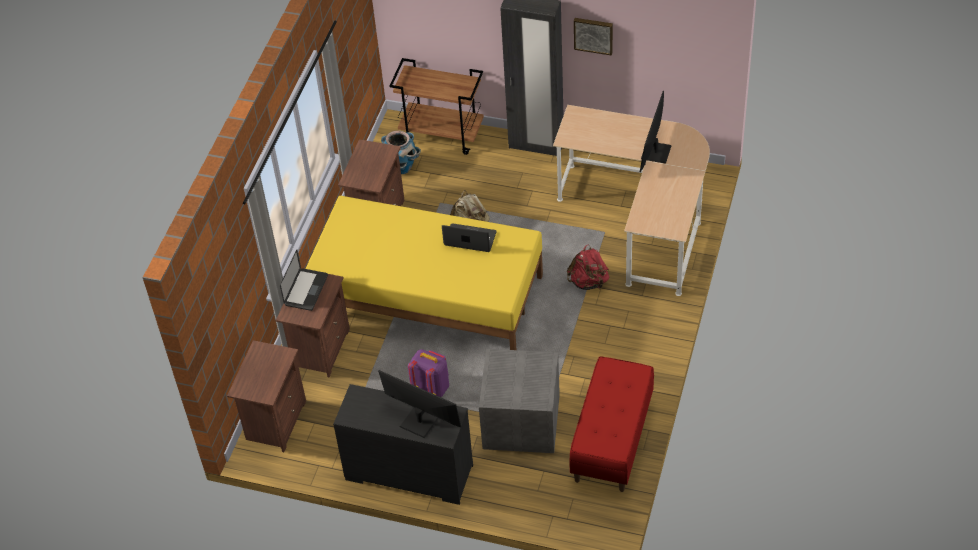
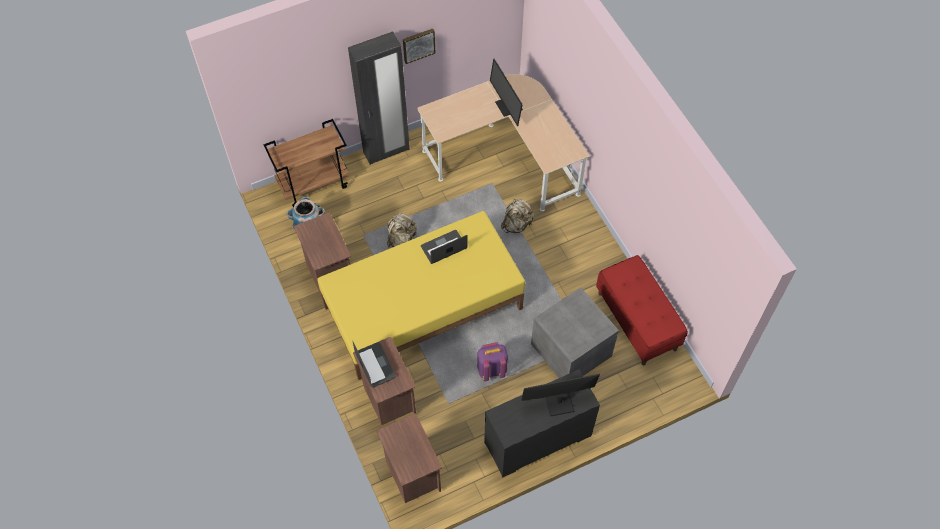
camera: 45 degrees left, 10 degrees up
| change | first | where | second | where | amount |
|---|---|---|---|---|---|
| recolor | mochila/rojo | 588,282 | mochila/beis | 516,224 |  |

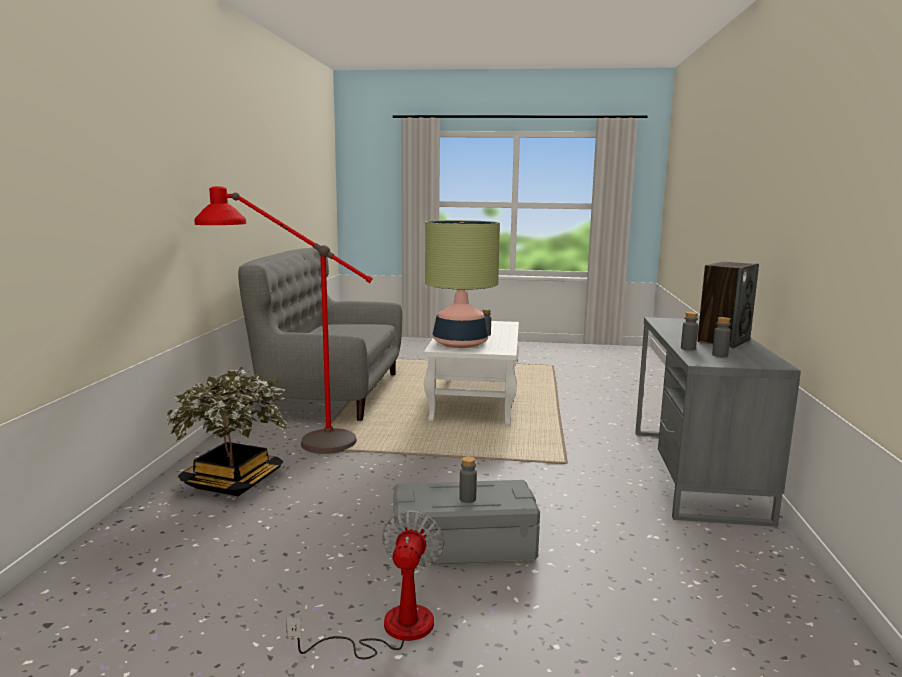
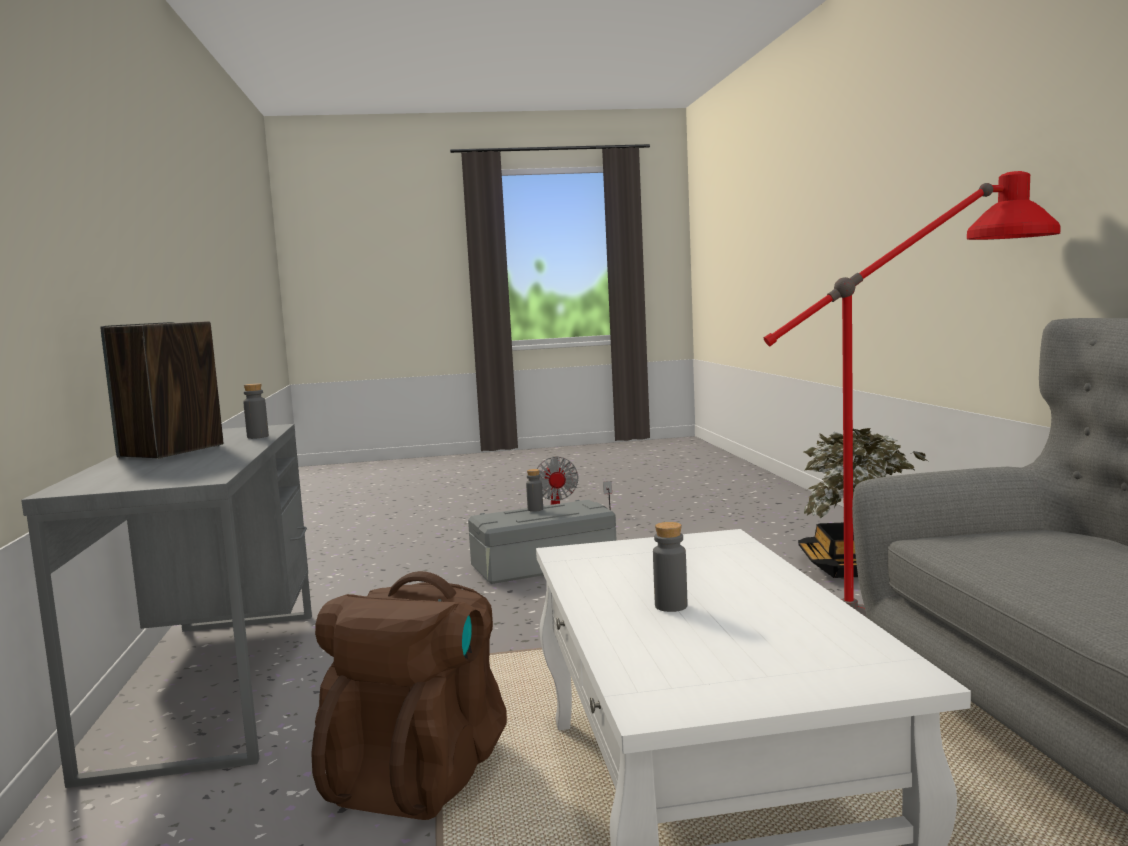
camera: 165 degrees right, 5 degrees down
| change | first | where | second | where | amount |
|---|---|---|---|---|---|
| delete | lámpara de mesa | 460,343 |  |  |  |
| delete | botella/gris | 720,355 |  |  |  |
| insert |  |  | mochila/marrón | 420,773 |  |

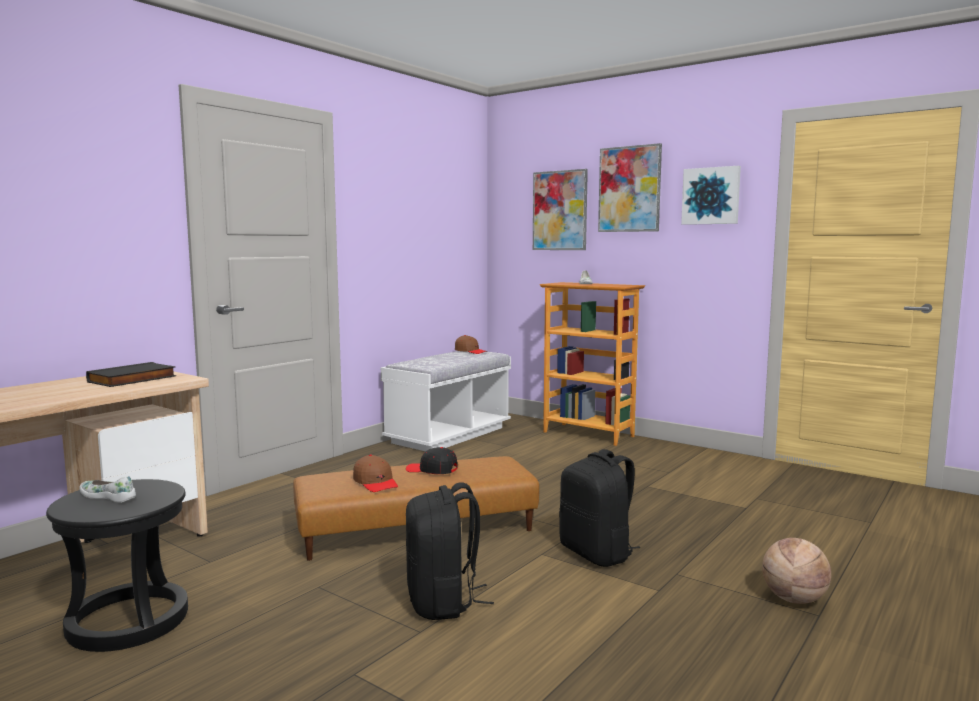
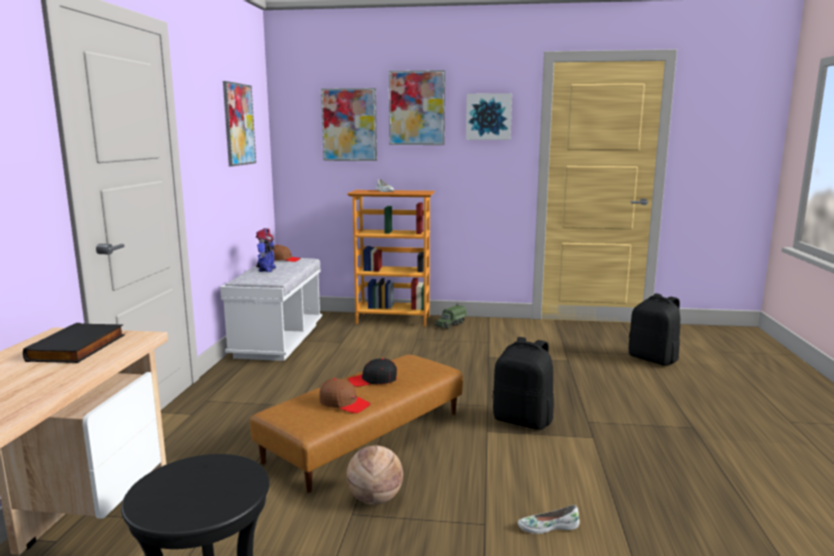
camera: 30 degrees left, 5 degrees up
| change | first | where | second | where | amount |
|---|---|---|---|---|---|
| move | zapato/blanco | 108,496 |  | 548,526 |  |
| move | mochila/negro | 443,602 |  | 653,359 |  |
| move | balón de baloncesto | 793,600 |  | 375,499 |  |
| insert |  |  | cuadro | 238,124 |  |
| insert |  |  | robot de juguete | 266,270 |  |
| insert |  |  | camión de juguete | 450,324 |  |

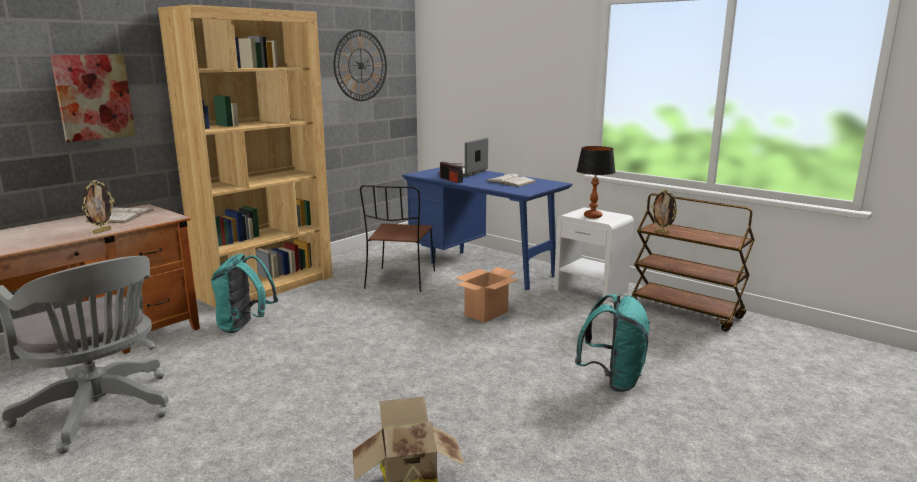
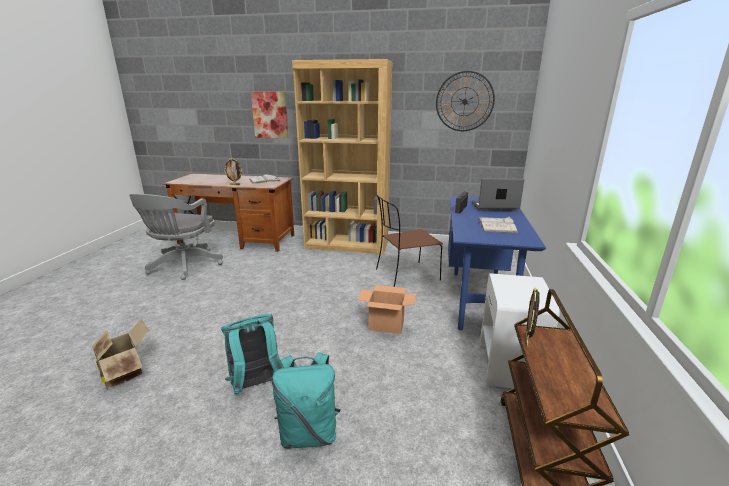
camera: 60 degrees right, 5 degrees up
| change | first | where | second | where | amount |
|---|---|---|---|---|---|
| move | mochila/turquesa | 244,326 |  | 256,386 |  |
| delete | lámpara de mesa | 593,216 |  |  |  |

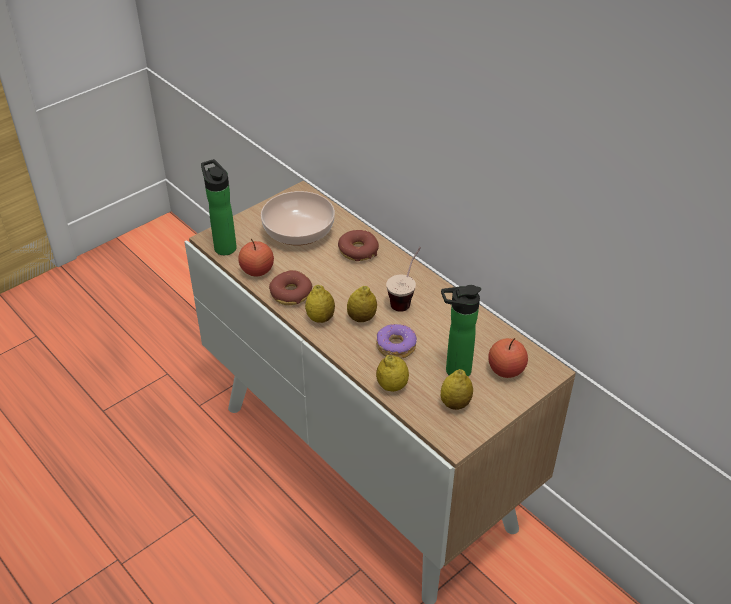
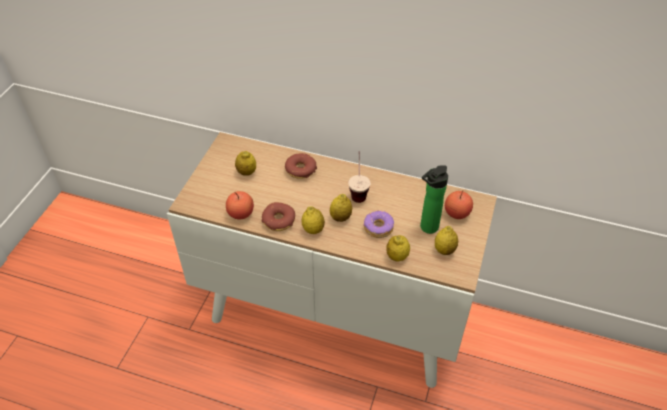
camera: 30 degrees left, 5 degrees up
| change | first | where | second | where | amount |
|---|---|---|---|---|---|
| delete | botella | 224,246 |  |  |  |
| replace | cuenco | 297,231 | limón | 246,172 |  |

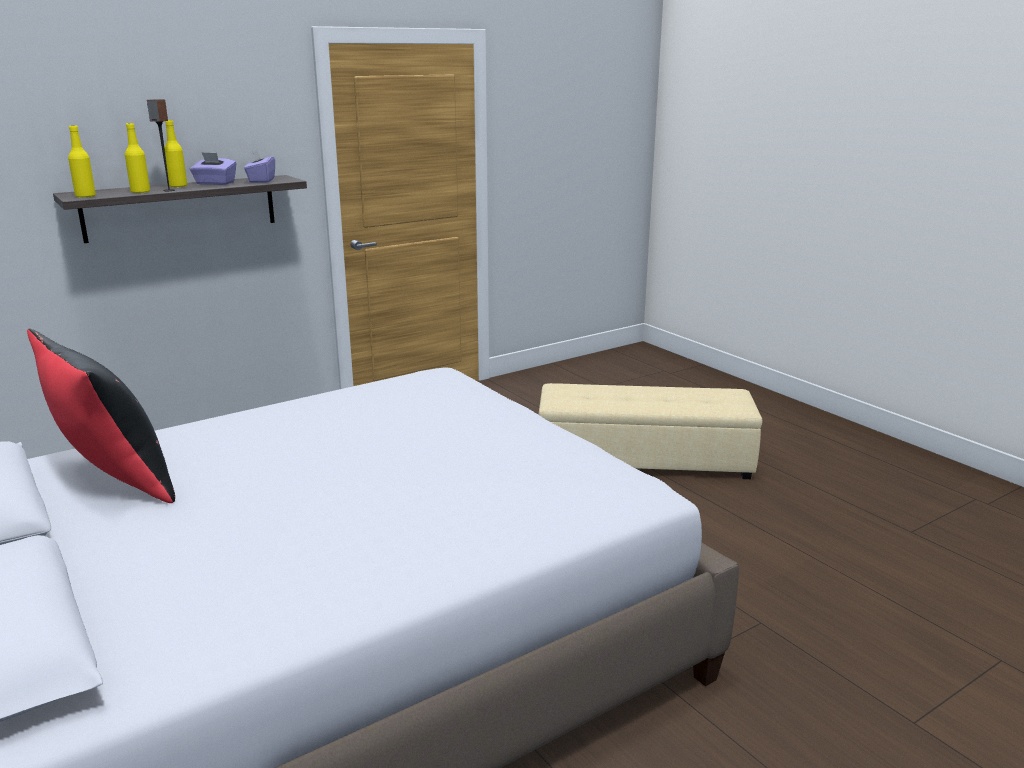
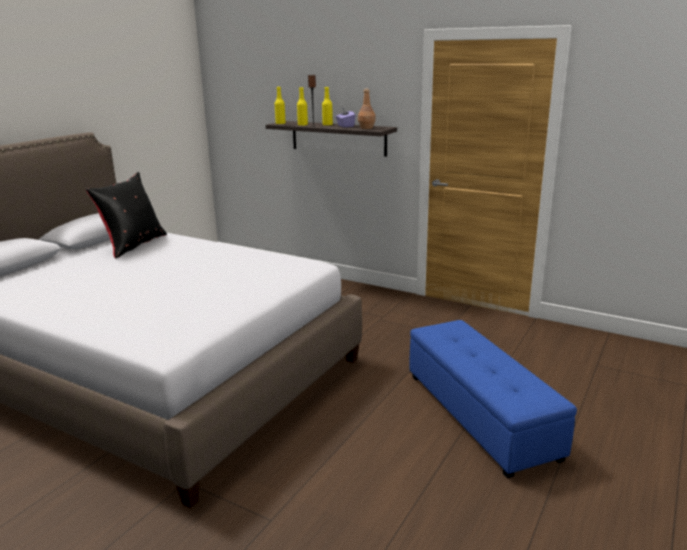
camera: 65 degrees right, 0 degrees up
| change | first | where | second | where | amount |
|---|---|---|---|---|---|
| replace | caja de pañuelos/morado | 261,181 | botella/marrón | 366,128 |  |
| recolor | puf/beis | 643,459 | puf/azul | 480,414 |  |

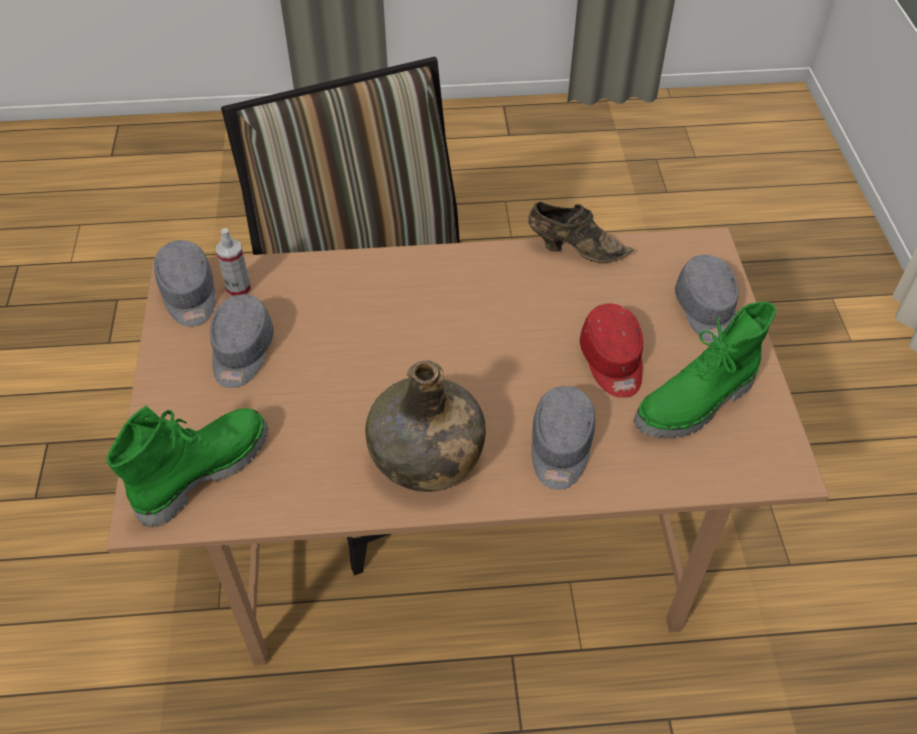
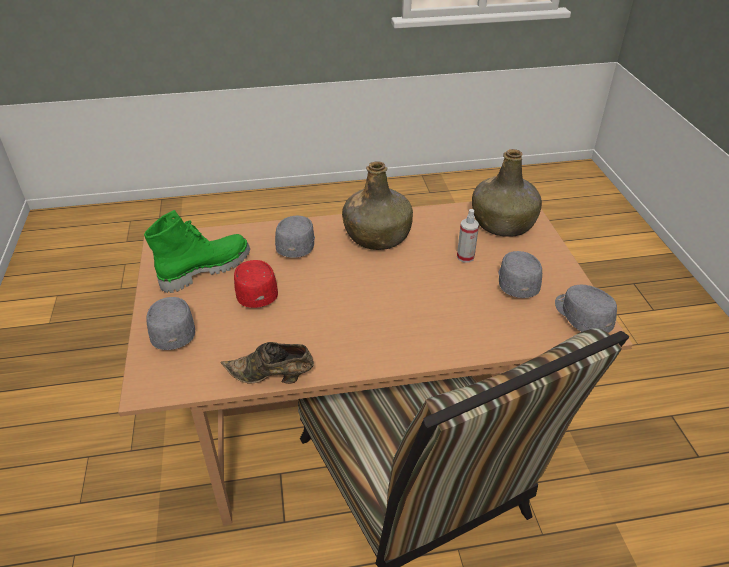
camera: 175 degrees right, 10 degrees down
| change | first | where | second | where | amount |
|---|---|---|---|---|---|
| replace | bota/verde | 202,471 | botella/verde | 503,223 |  |
| move | pulverizador | 239,289 |  | 465,257 |  |

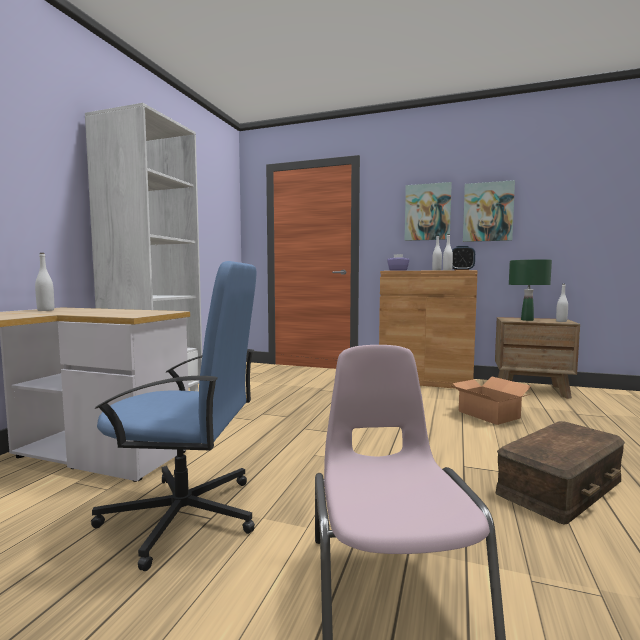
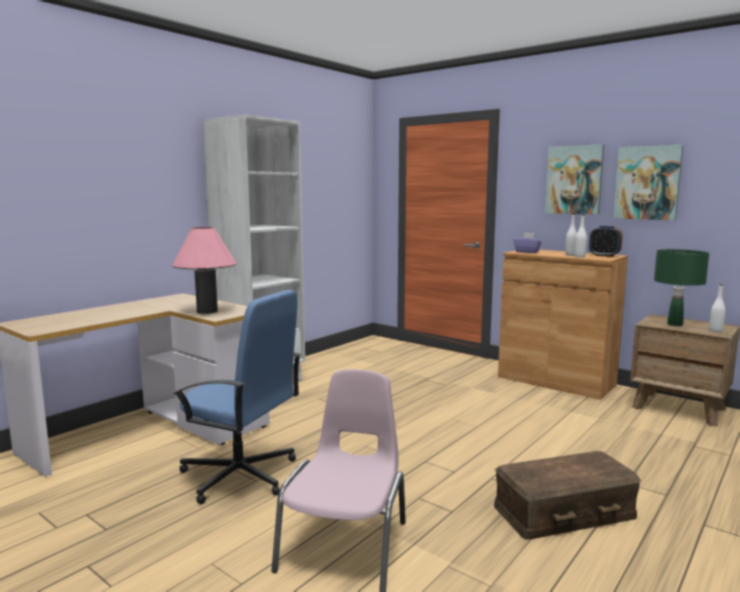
camera: 20 degrees right, 5 degrees up
| change | first | where | second | where | amount |
|---|---|---|---|---|---|
| delete | botella/blanco | 45,310 |  |  |  |
| delete | caja de cartón | 488,414 |  |  |  |
| insert |  |  | lámpara de mesa/rosa | 207,311 |  |

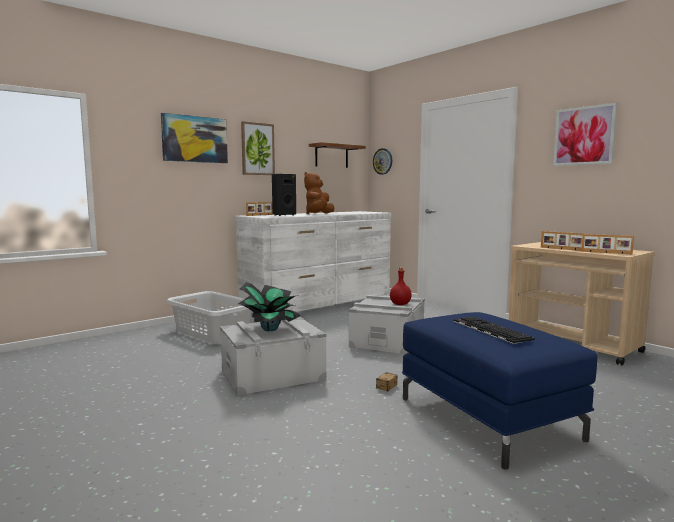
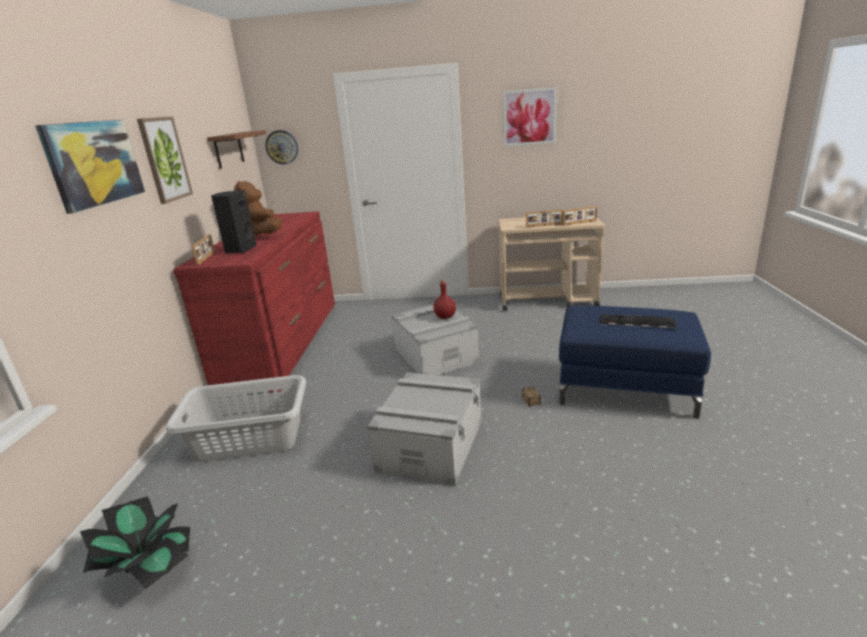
camera: 45 degrees left, 15 degrees up
| change | first | where | second | where | amount |
|---|---|---|---|---|---|
| recolor | cómoda/blanco | 319,304 | cómoda/rojo | 284,343 |  |
| move | planta en maceta | 270,329 |  | 149,568 |  |

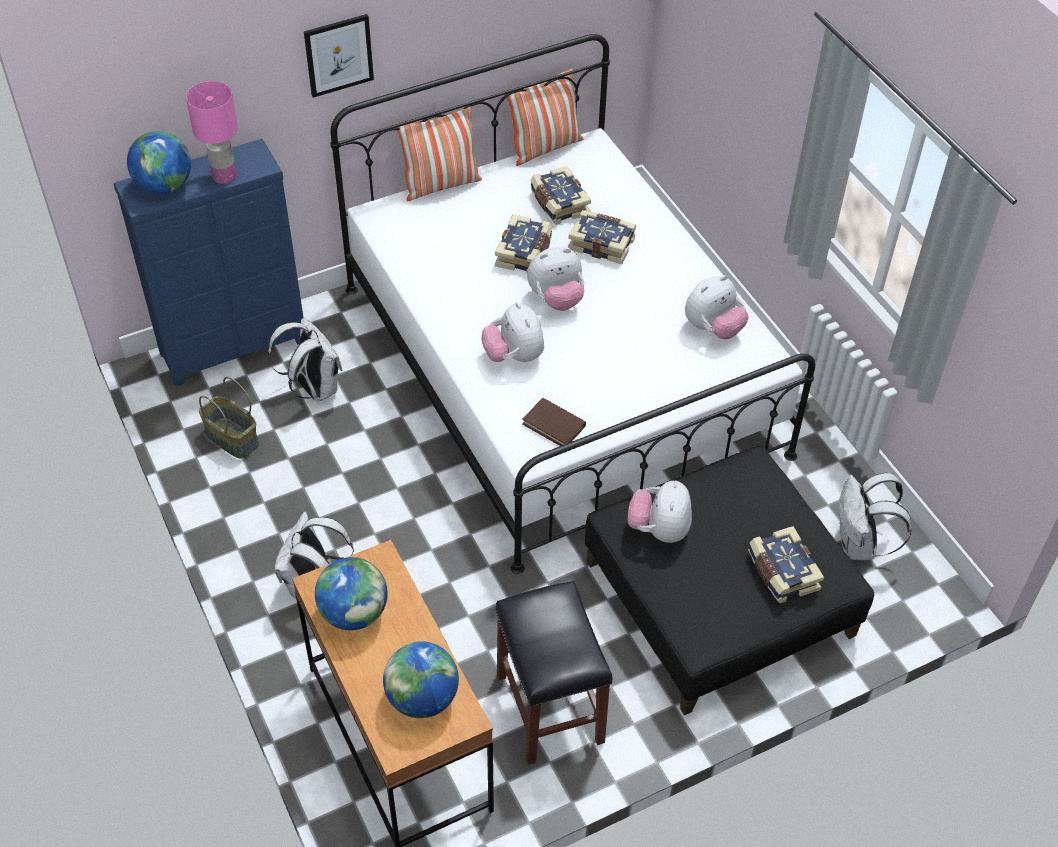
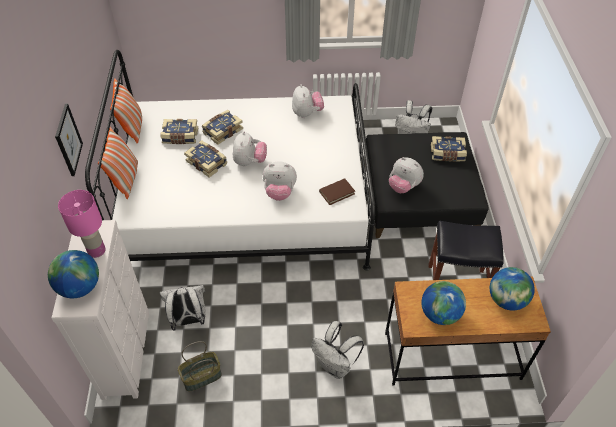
camera: 65 degrees left, 0 degrees up
| change | first | where | second | where | amount |
|---|---|---|---|---|---|
| recolor | cómoda/azul | 235,347 | cómoda/blanco | 127,353 |  |

